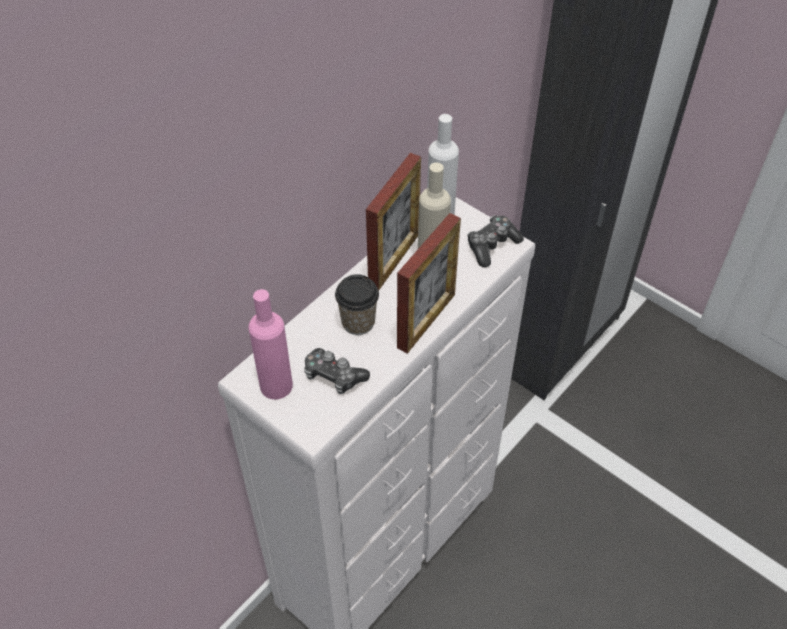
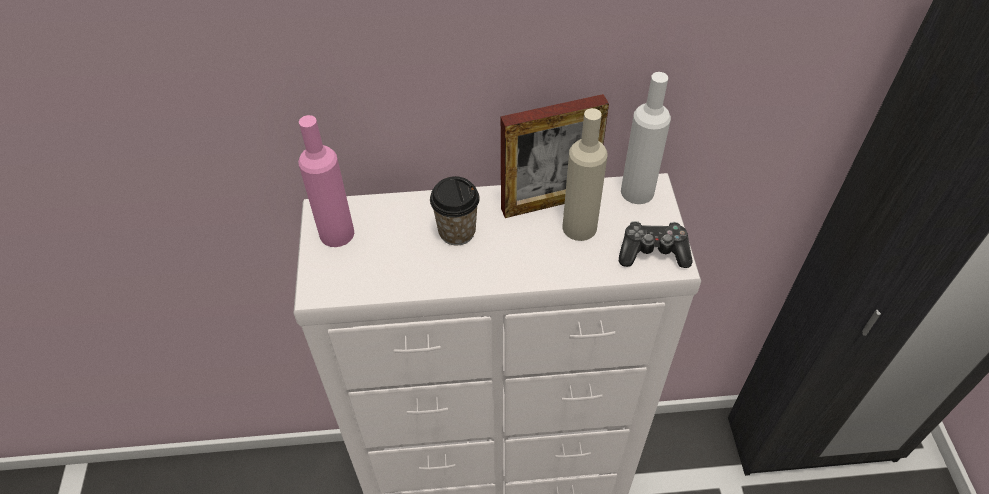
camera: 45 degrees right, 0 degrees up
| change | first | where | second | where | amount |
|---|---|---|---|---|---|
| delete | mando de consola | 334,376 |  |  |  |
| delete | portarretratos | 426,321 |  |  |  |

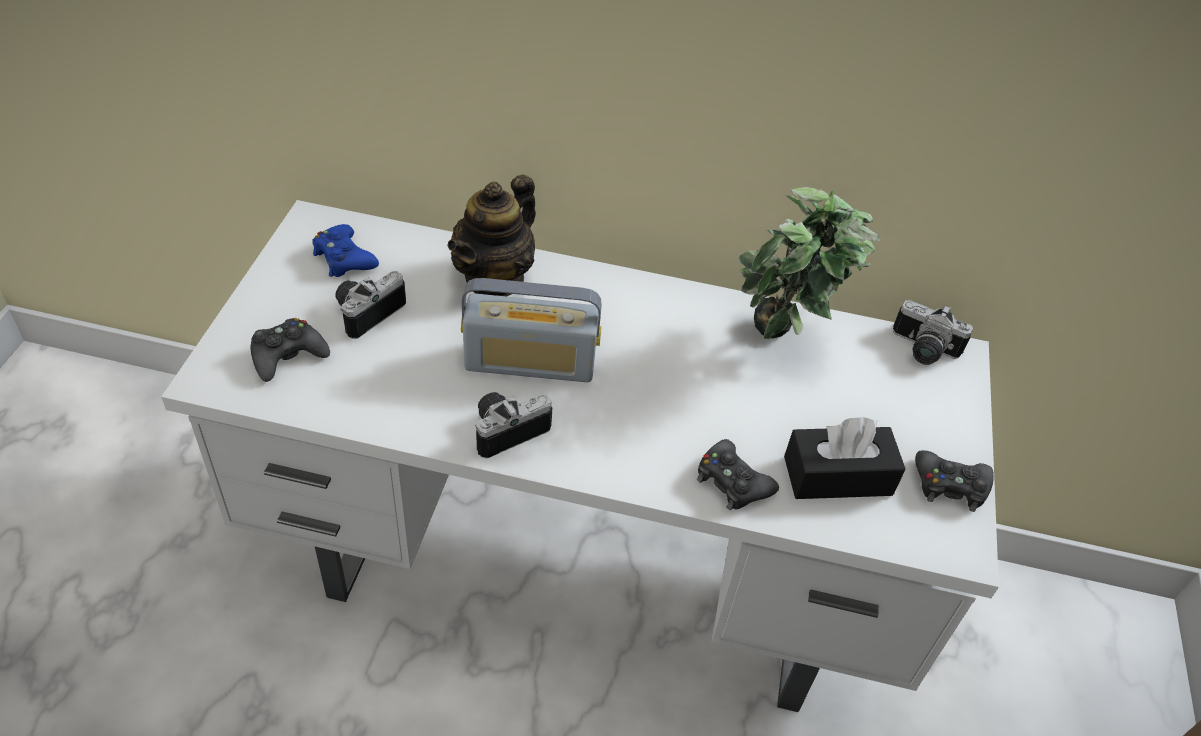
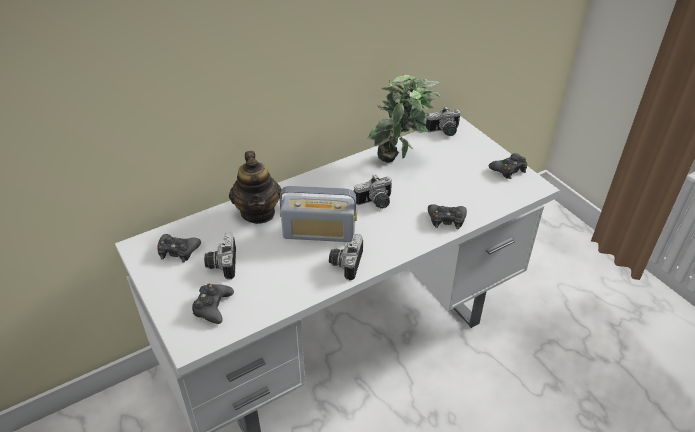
camera: 40 degrees left, 5 degrees down
| change | first | where | second | where | amount |
|---|---|---|---|---|---|
| recolor | mando de consola/azul | 344,258 | mando de consola/negro | 178,251 |  |
| rotate | radio | 530,363 |  | 319,233 | 45 degrees clockwise |
| delete | caja de pañuelos/negro | 837,476 |  |  |  |
| insert |  |  | cámara | 375,203 |  |

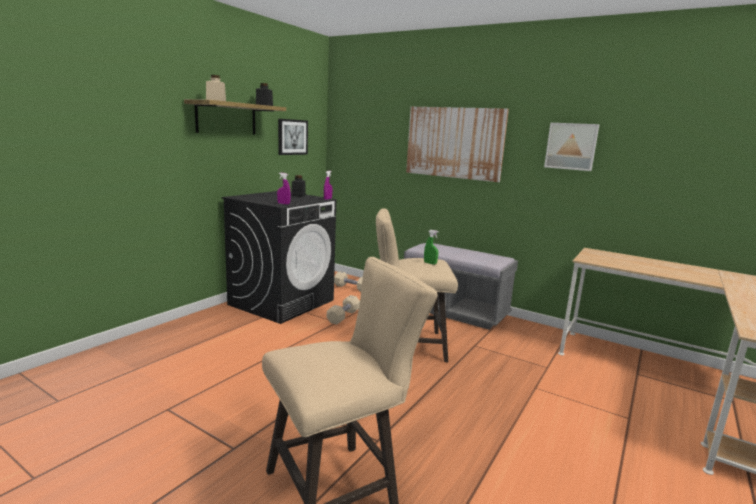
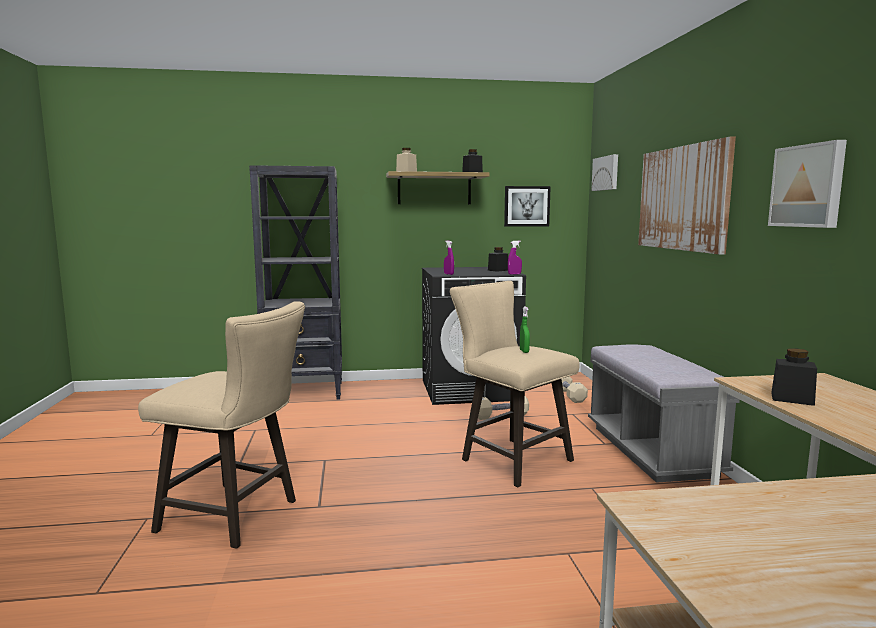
camera: 50 degrees right, 5 degrees down
| change | first | where | second | where | amount |
|---|---|---|---|---|---|
| insert |  |  | estantería/negro | 305,392 |  |
| insert |  |  | cuadro | 606,173 |  |
| insert |  |  | tarro/negro | 792,399 |  |

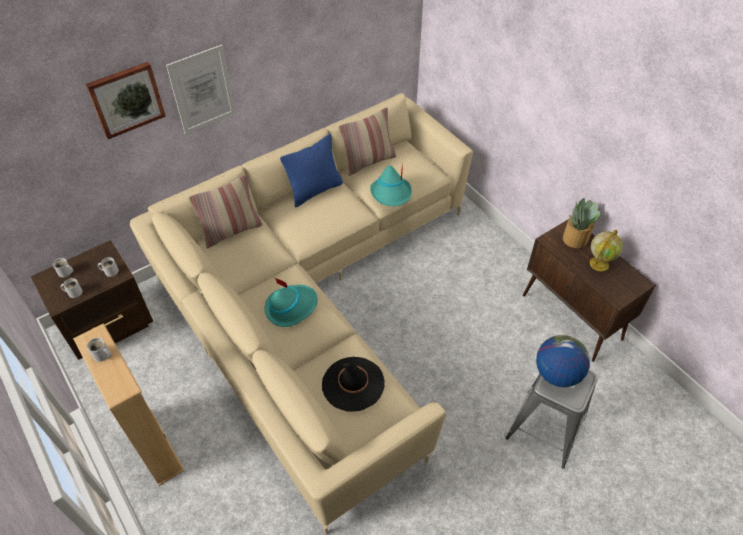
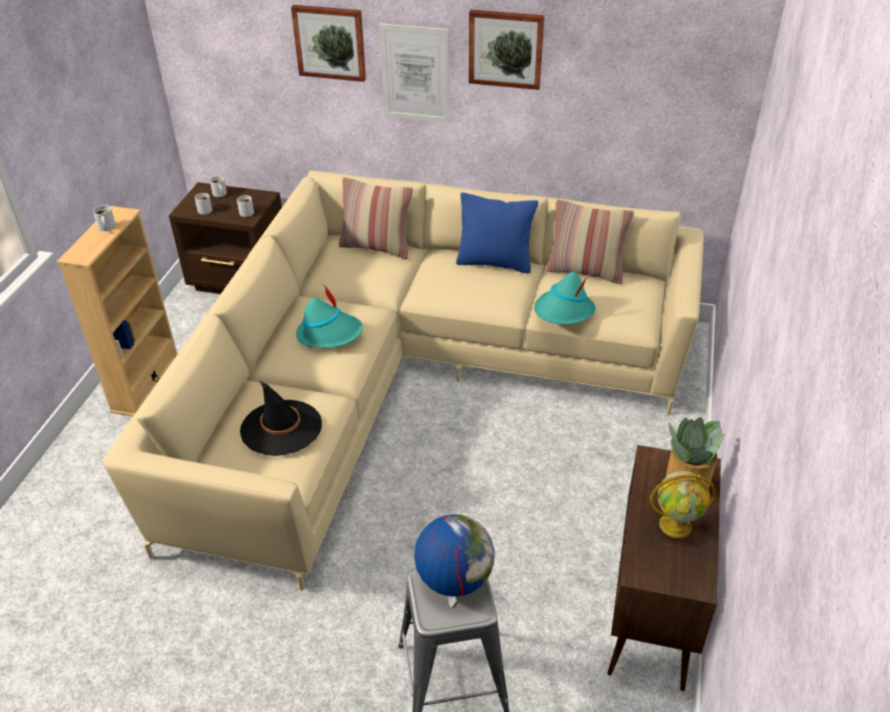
camera: 50 degrees right, 10 degrees down
| change | first | where | second | where | amount |
|---|---|---|---|---|---|
| insert |  |  | cuadro | 506,48 |  |

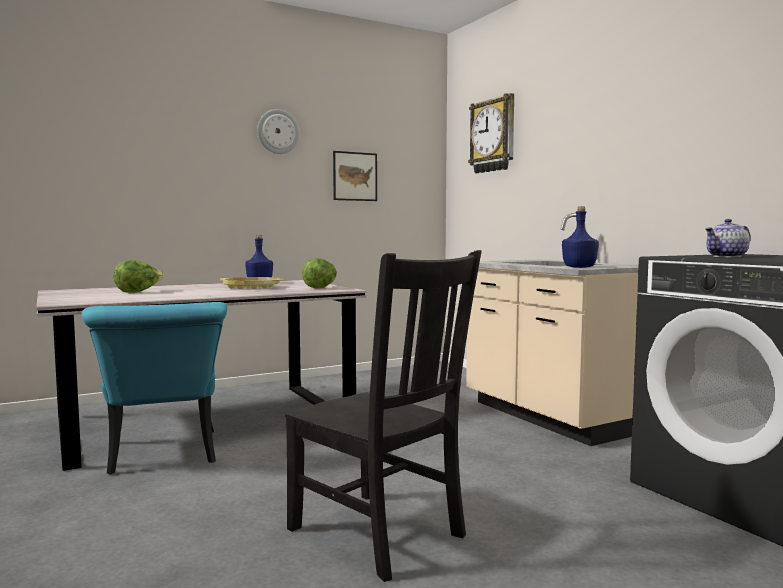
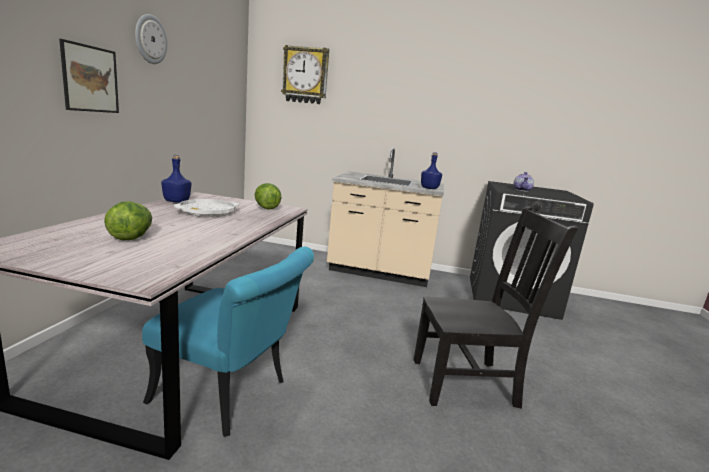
camera: 50 degrees left, 10 degrees up
| change | first | where | second | where | amount |
|---|---|---|---|---|---|
| recolor | bandeja/amarillo | 251,287 | bandeja/blanco | 207,212 |  |
| move | cuadro | 355,176 |  | 90,79 |  |

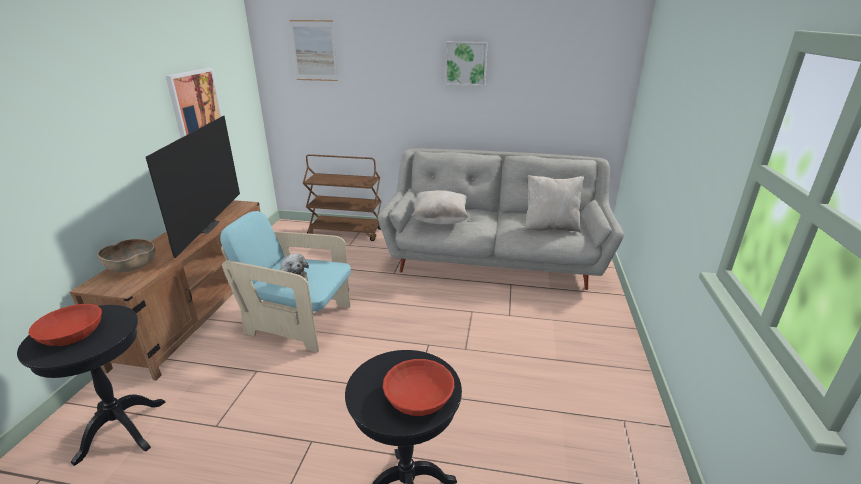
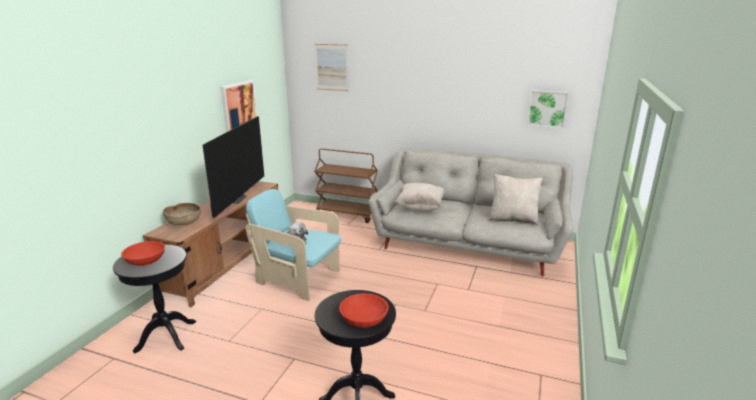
camera: 10 degrees right, 5 degrees down
| change | first | where | second | where | amount |
|---|---|---|---|---|---|
| move | cuadro | 466,63 |  | 547,108 |  |

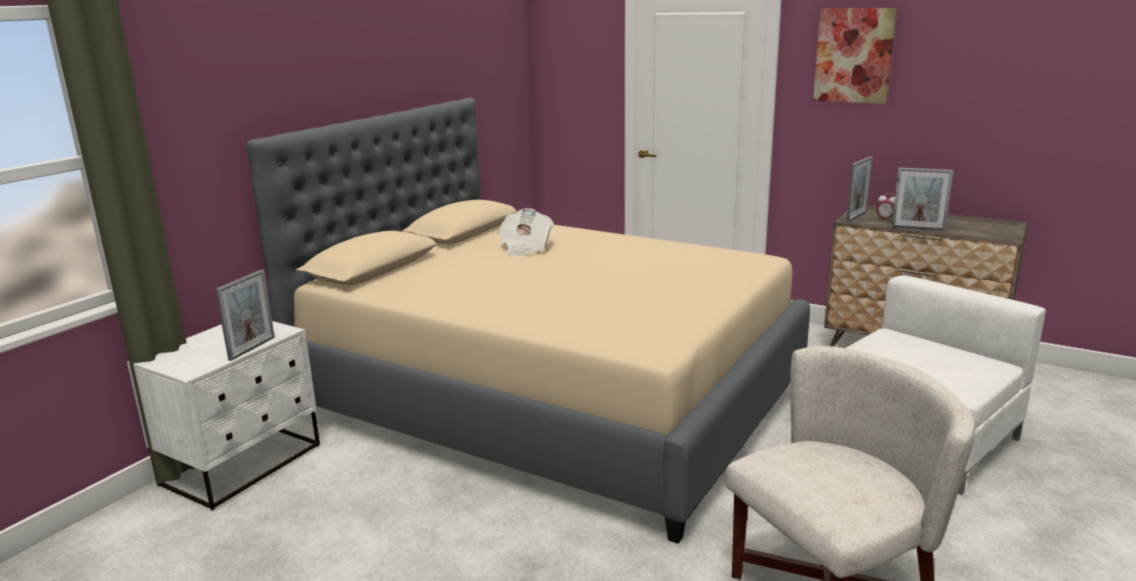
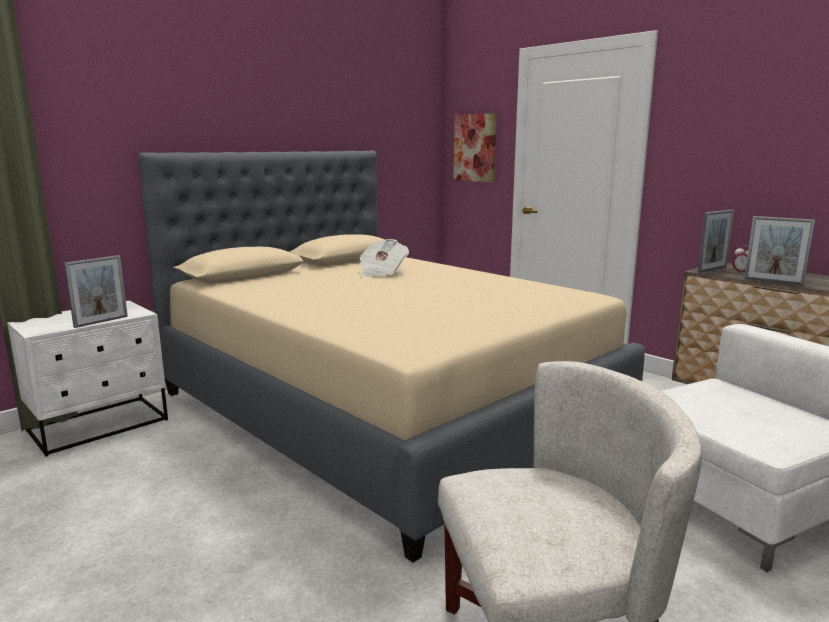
camera: 15 degrees right, 5 degrees down
| change | first | where | second | where | amount |
|---|---|---|---|---|---|
| move | cuadro | 854,55 |  | 475,148 |  |

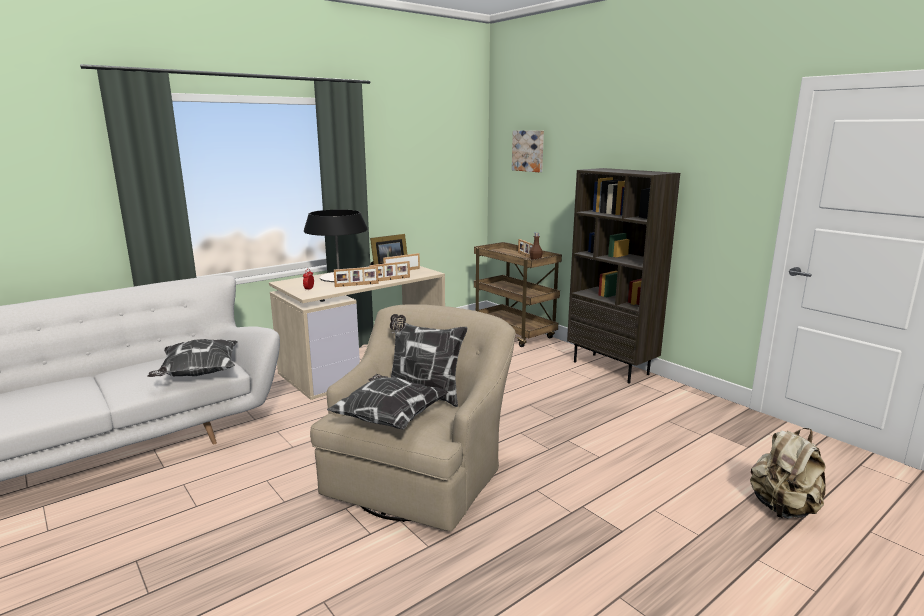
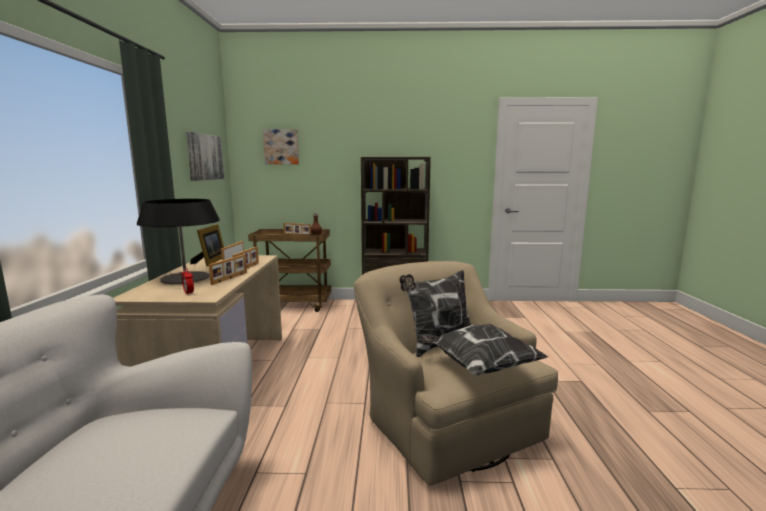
camera: 50 degrees left, 5 degrees down
| change | first | where | second | where | amount |
|---|---|---|---|---|---|
| delete | cojín | 198,374 |  |  |  |
| delete | mochila/beis | 783,509 |  |  |  |
| insert |  |  | cuadro | 204,157 |  |

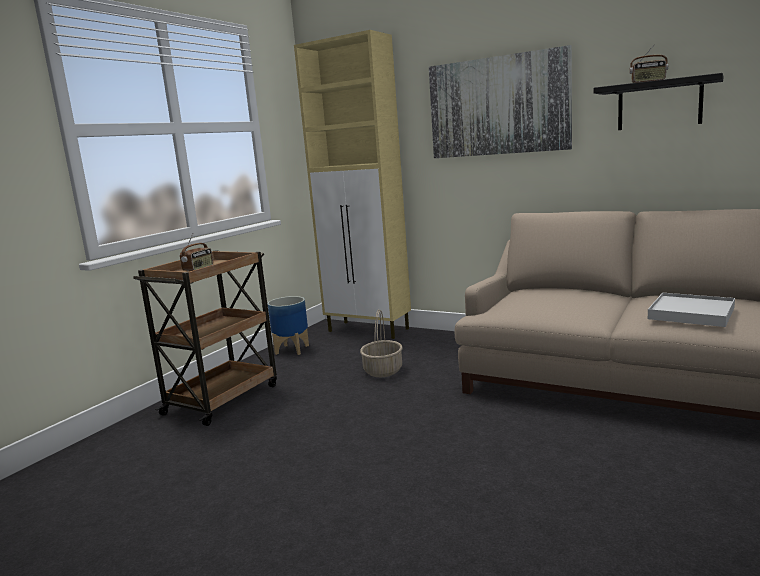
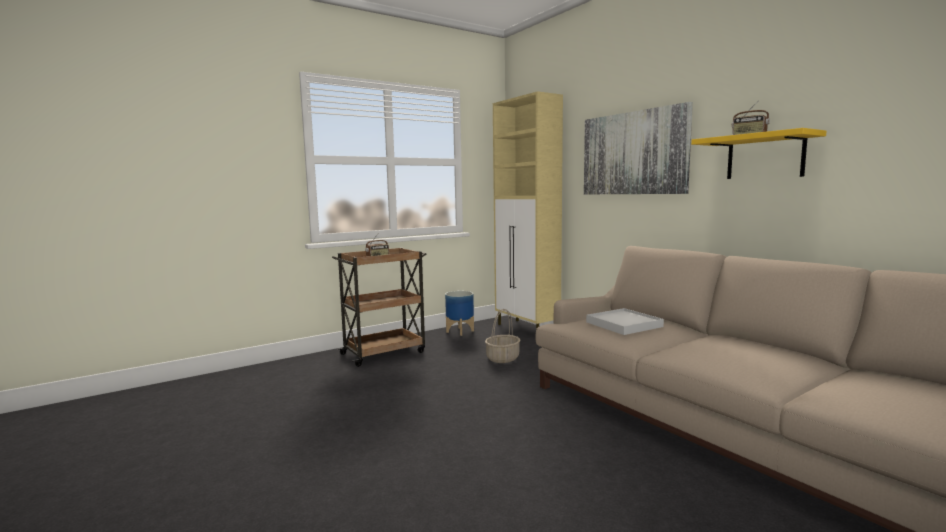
camera: 25 degrees right, 5 degrees down
| change | first | where | second | where | amount |
|---|---|---|---|---|---|
| recolor | estante/negro | 659,105 | estante/amarillo | 765,157 |  |
| move | bandeja/blanco | 691,313 |  | 624,324 |  |

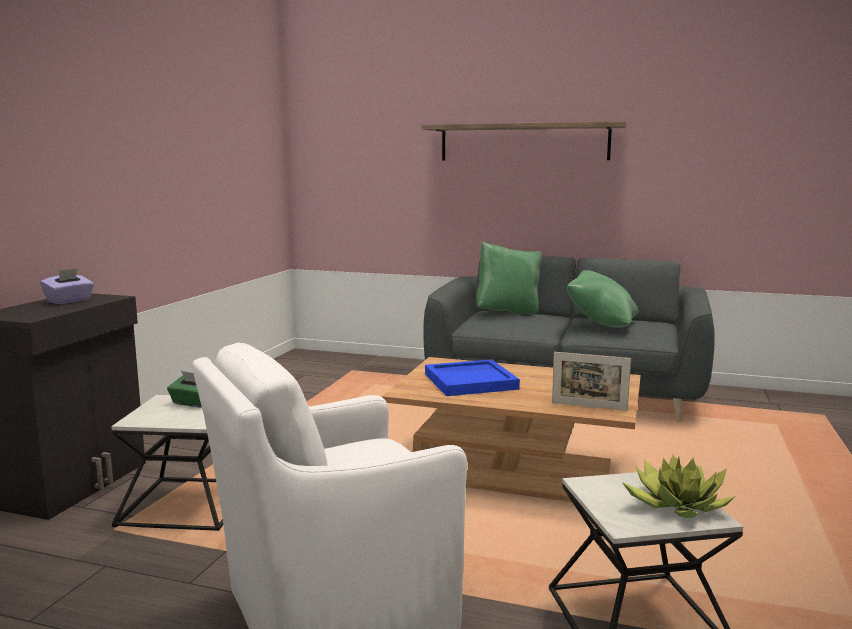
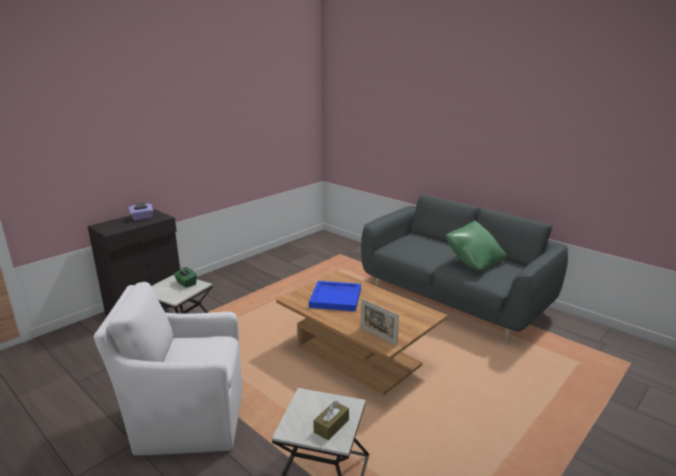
camera: 25 degrees right, 10 degrees up
| change | first | where | second | where | amount |
|---|---|---|---|---|---|
| delete | estante | 523,142 |  |  |  |
| delete | cojín/verde | 508,313 |  |  |  |
| replace | planta en maceta | 675,505 | caja de pañuelos/marrón | 331,426 |  |

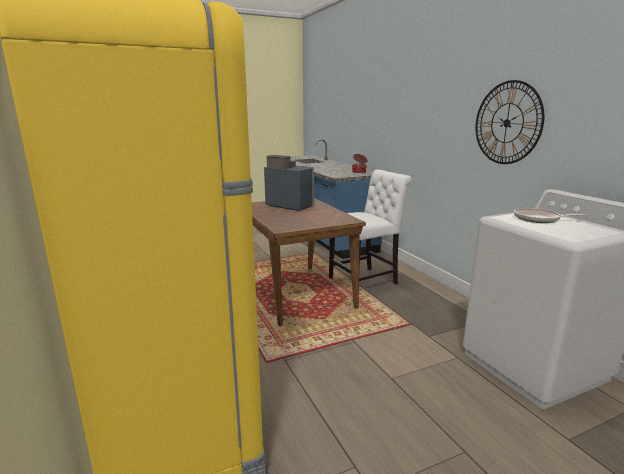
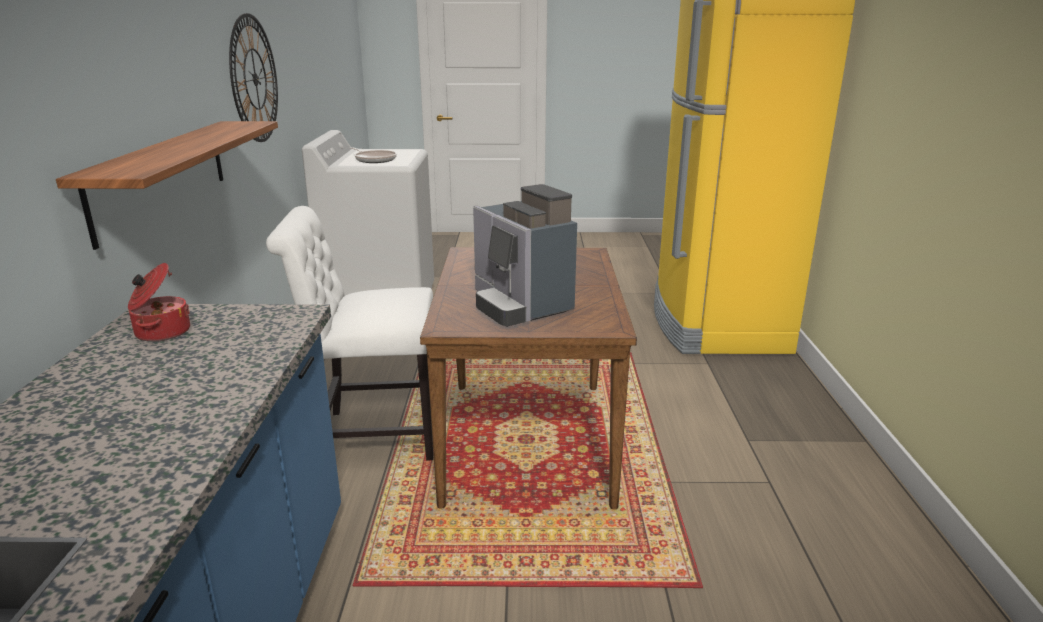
camera: 155 degrees left, 5 degrees up
| change | first | where | second | where | amount |
|---|---|---|---|---|---|
| insert |  |  | estante | 162,176 |  |

